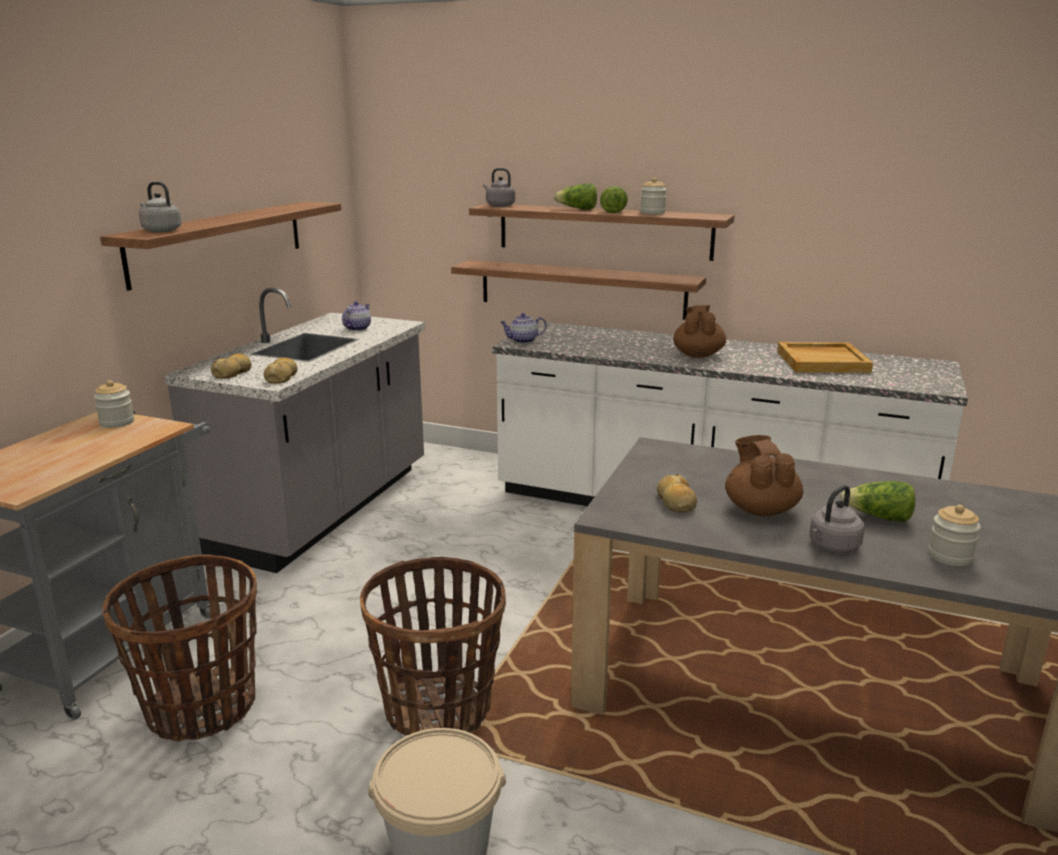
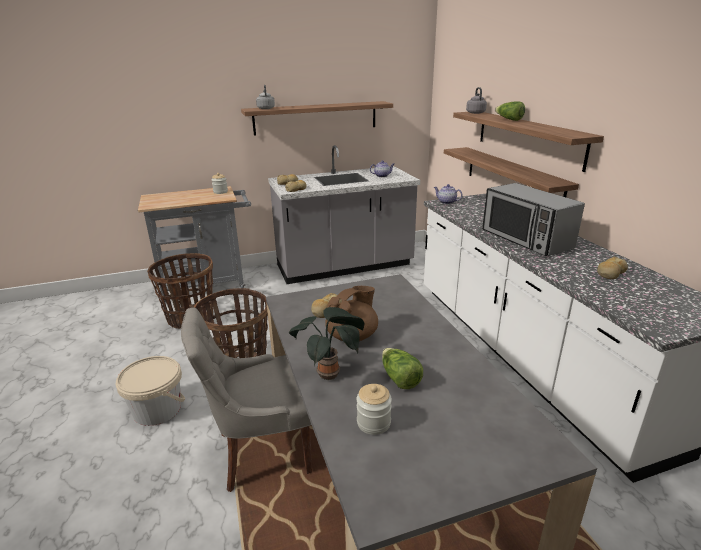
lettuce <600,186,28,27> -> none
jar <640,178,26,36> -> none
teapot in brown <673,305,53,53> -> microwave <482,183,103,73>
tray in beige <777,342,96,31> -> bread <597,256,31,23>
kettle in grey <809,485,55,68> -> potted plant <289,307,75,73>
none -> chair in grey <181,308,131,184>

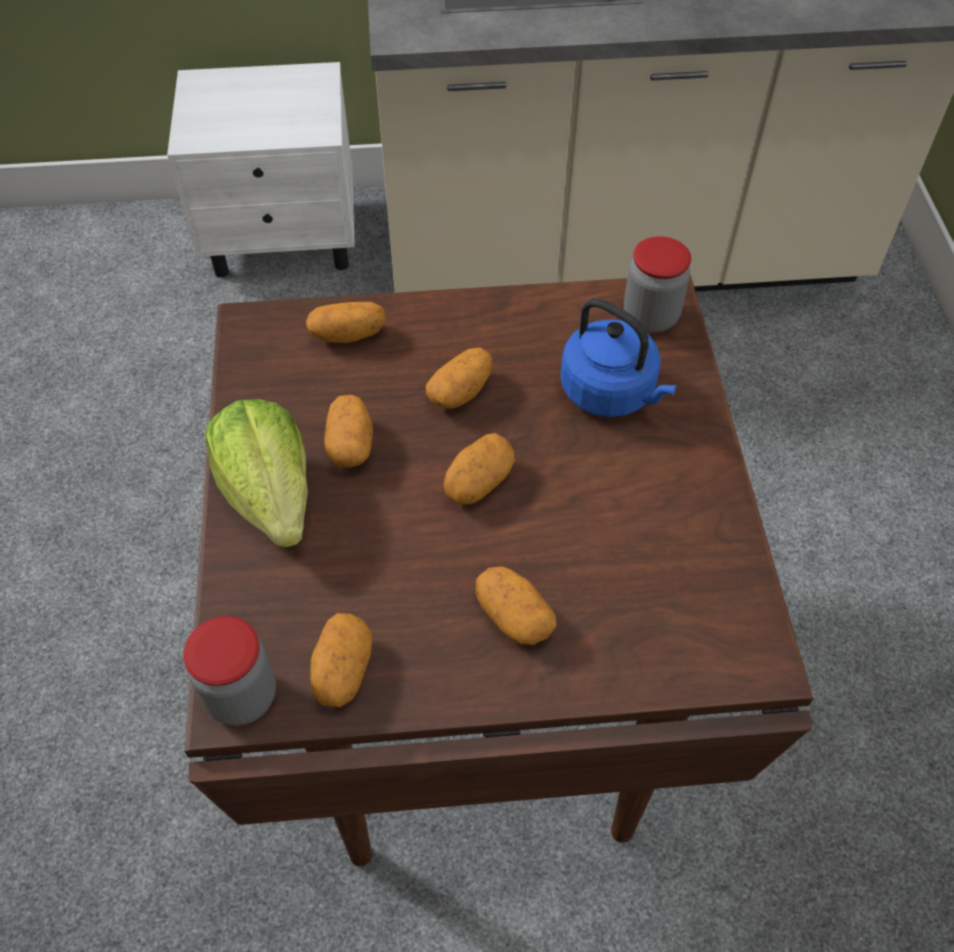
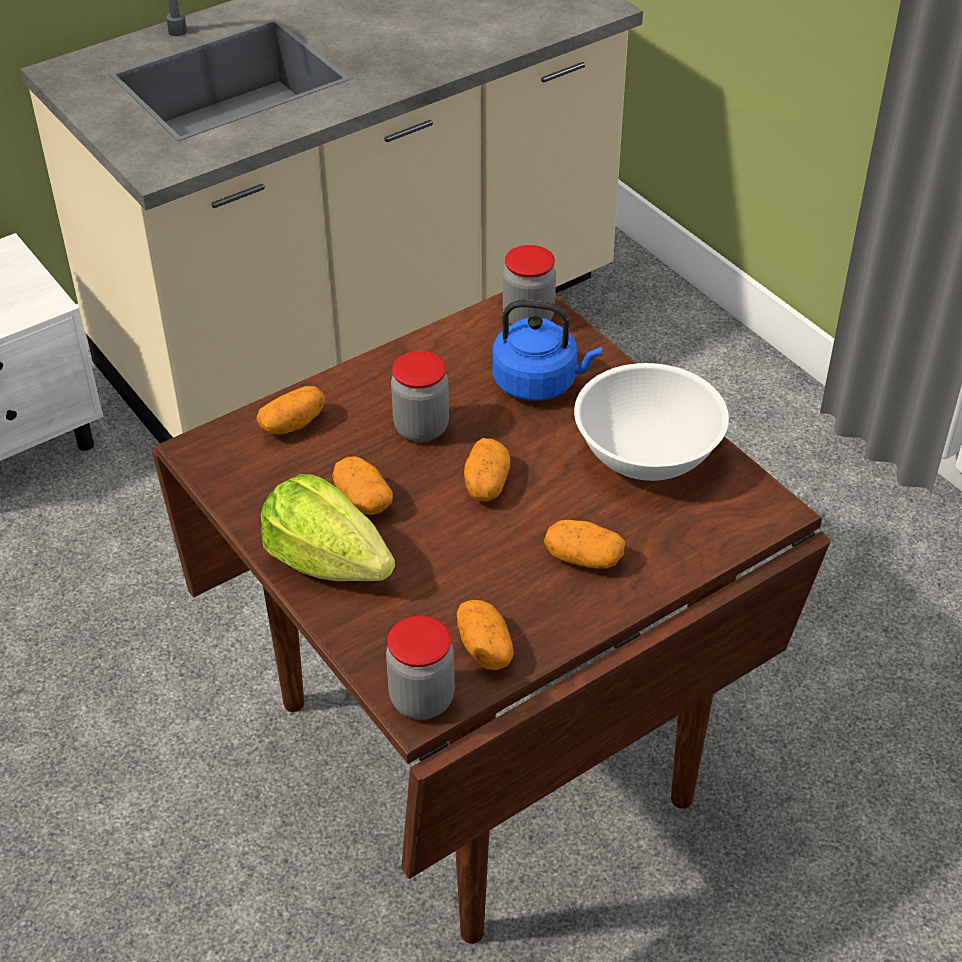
potato <426,347,67,62> -> jar <391,351,58,91>
none -> bowl in white <574,363,155,118>

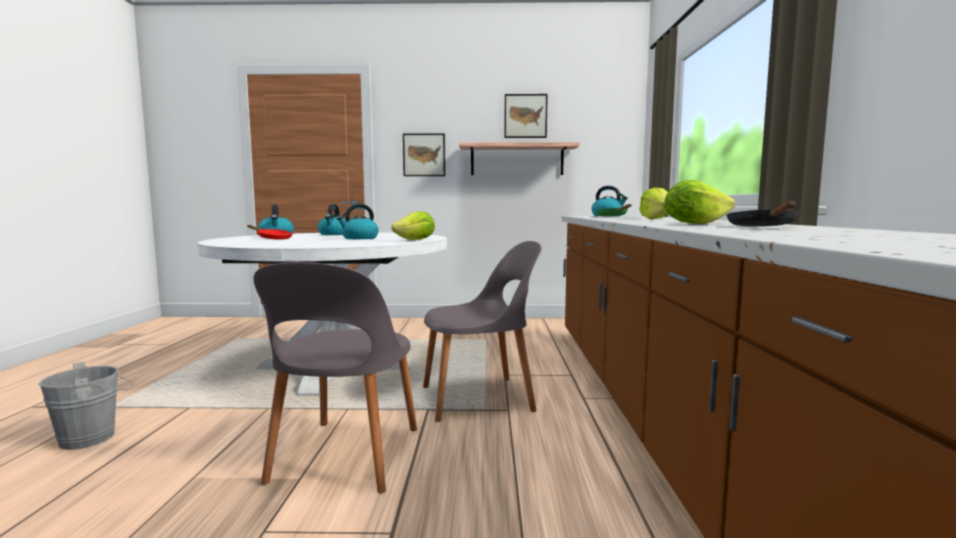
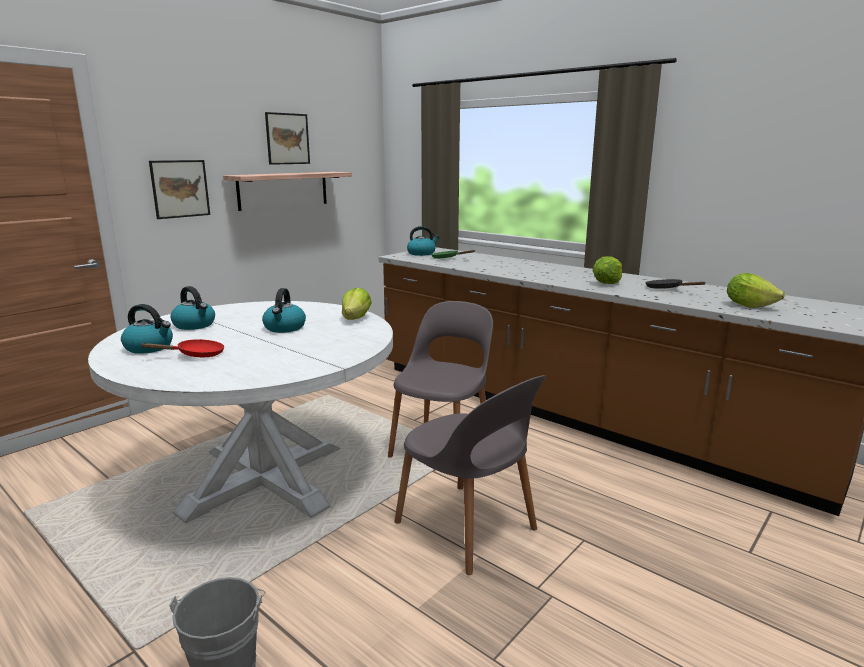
lettuce <639,187,29,32> -> lettuce <727,273,58,35>, move

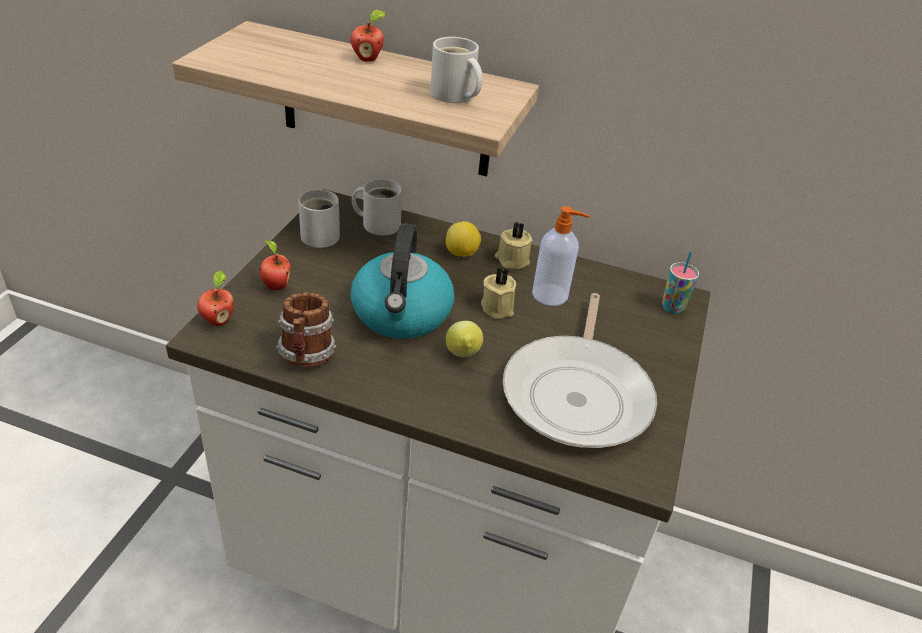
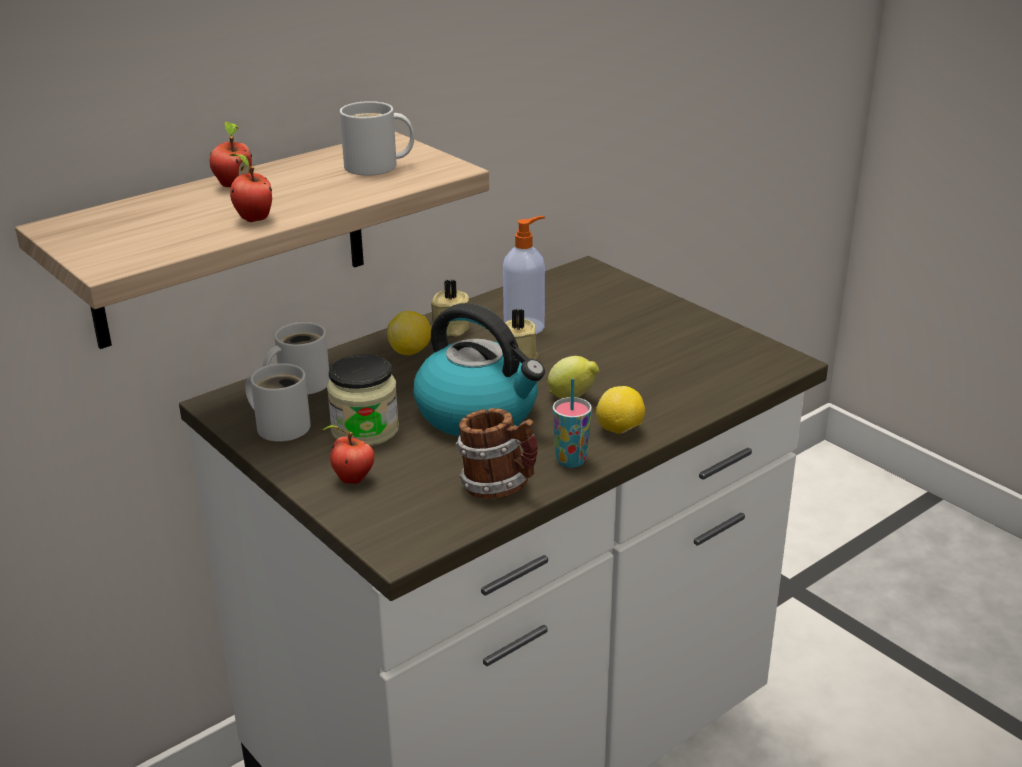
apple <197,271,37,55> -> apple <230,154,42,68>, move
frying pan <503,293,154,155> -> none
cup <662,251,37,63> -> cup <553,379,39,89>, move
none -> jar <327,354,72,92>
none -> lemon <596,386,49,48>

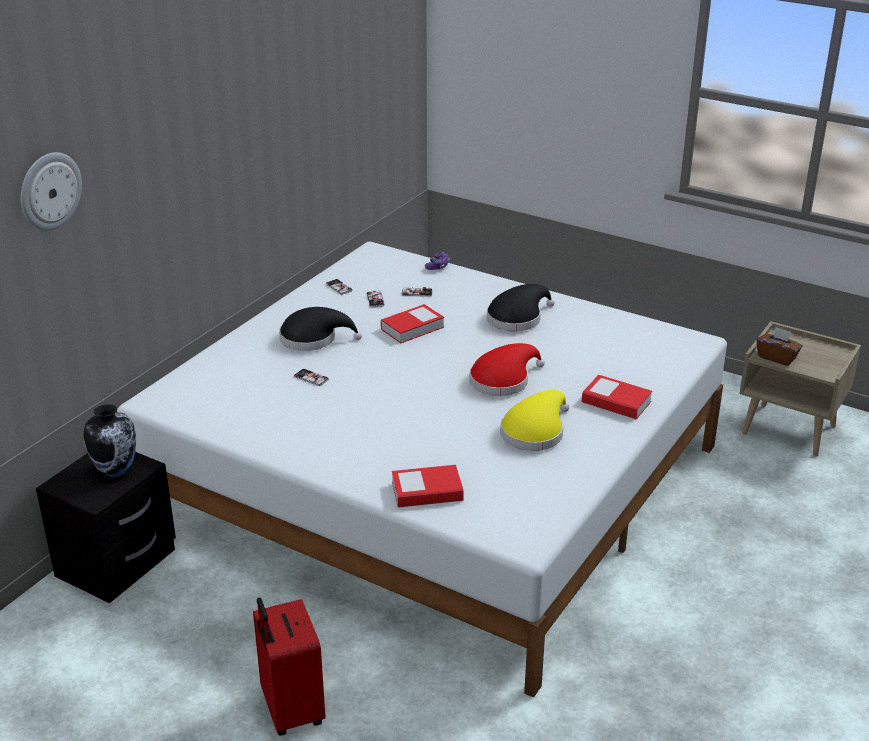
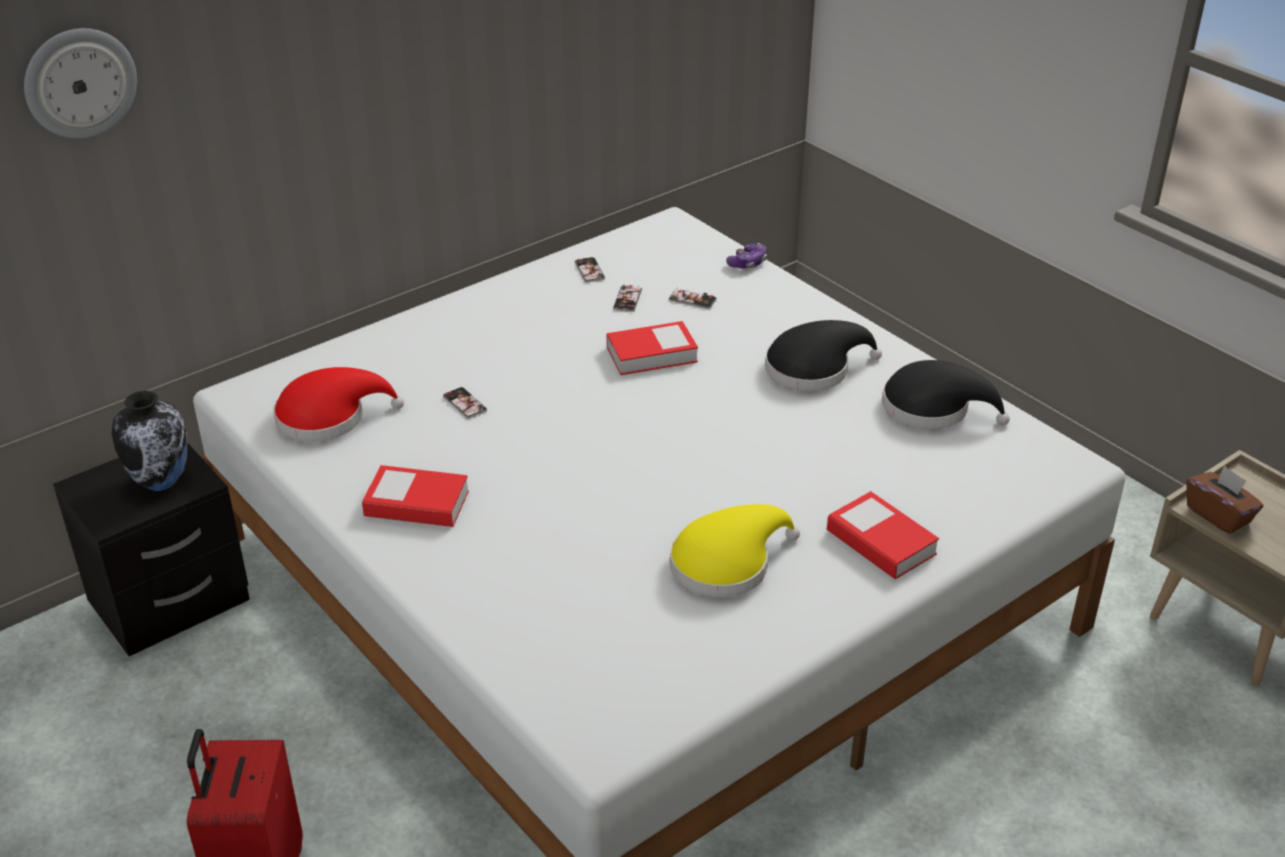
hat in black <279,307,83,44> -> hat in black <882,360,128,69>, move
book <392,465,72,43> -> book <362,465,107,62>, move
hat in red <469,343,76,53> -> hat in red <273,367,131,75>, move

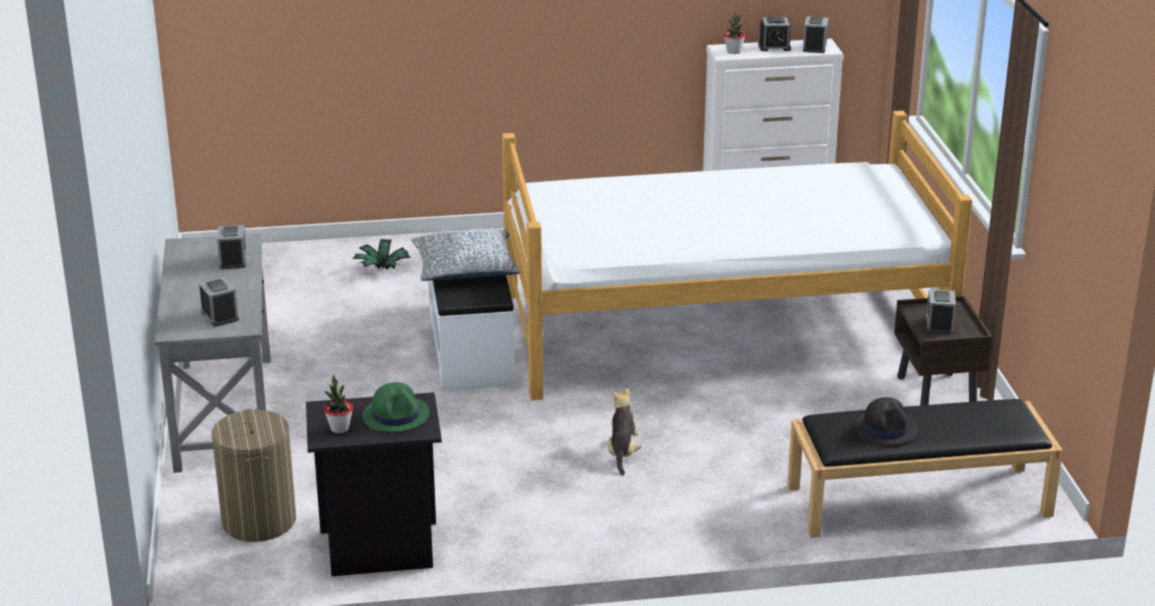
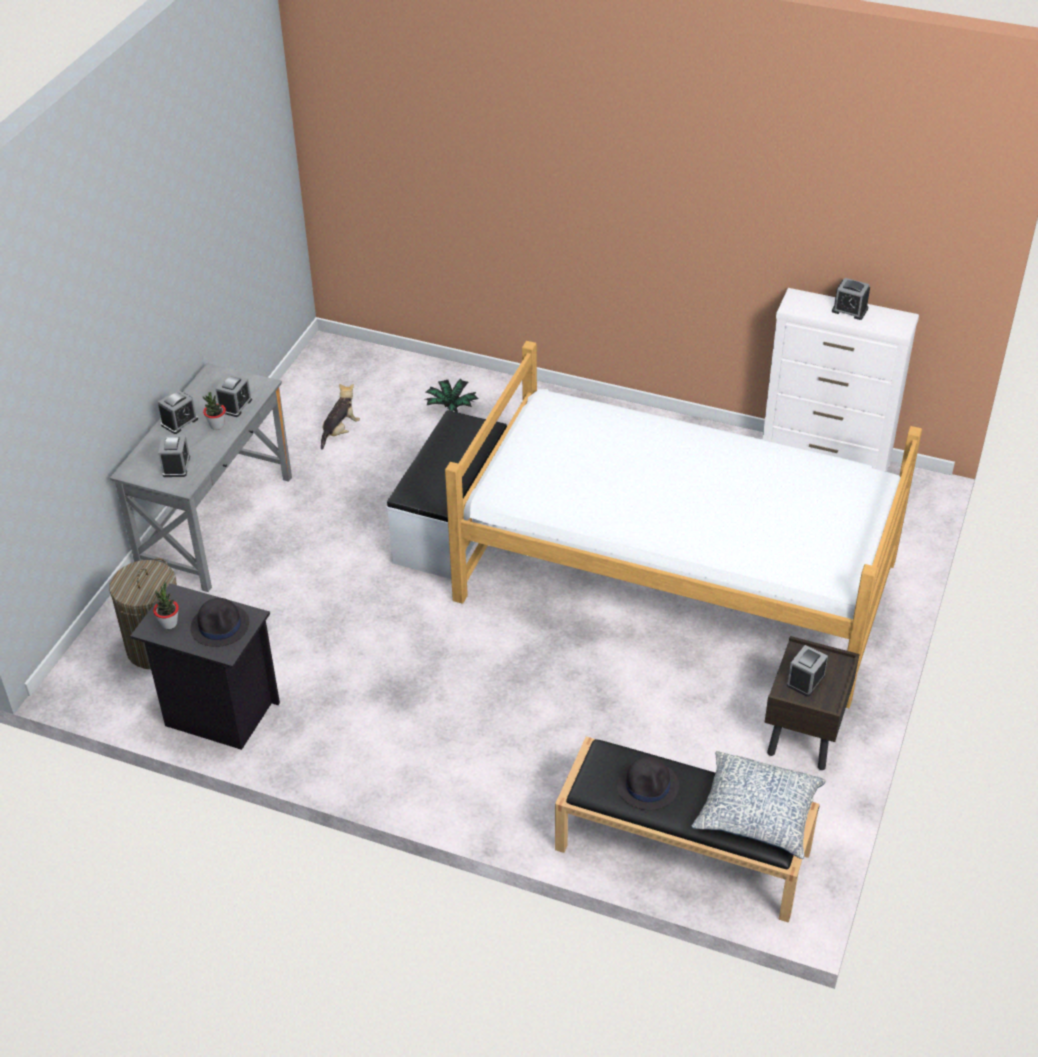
hat in green <362,382,67,50> -> hat in black <190,598,59,49>
pillow <411,230,110,51> -> pillow <692,751,134,108>, move
plush toy <607,388,35,88> -> plush toy <321,384,39,66>, move
potted plant <724,13,21,41> -> potted plant <202,392,24,38>, move
alarm clock <803,16,25,37> -> alarm clock <158,389,40,45>, move

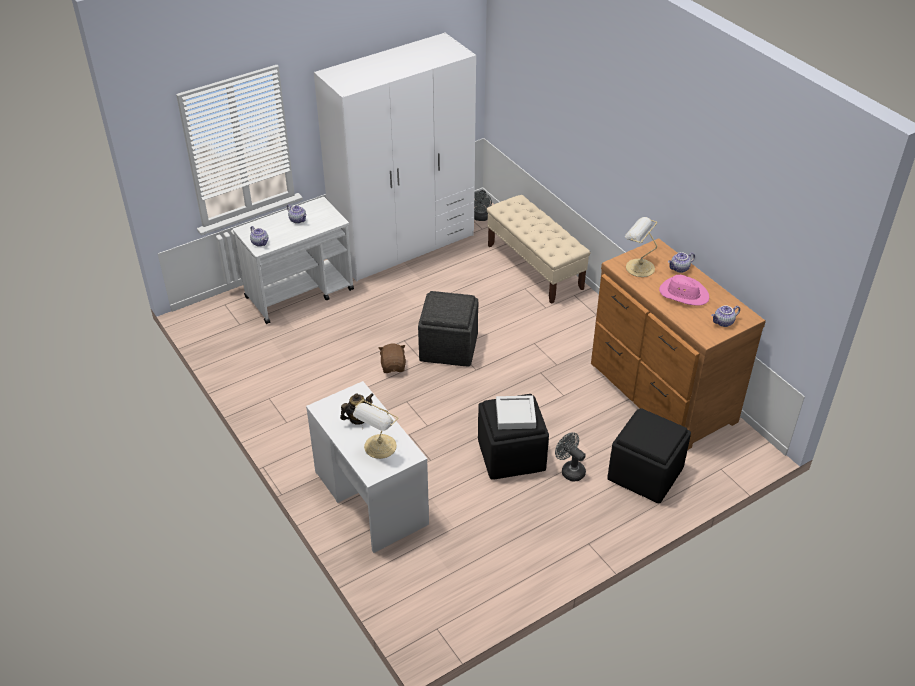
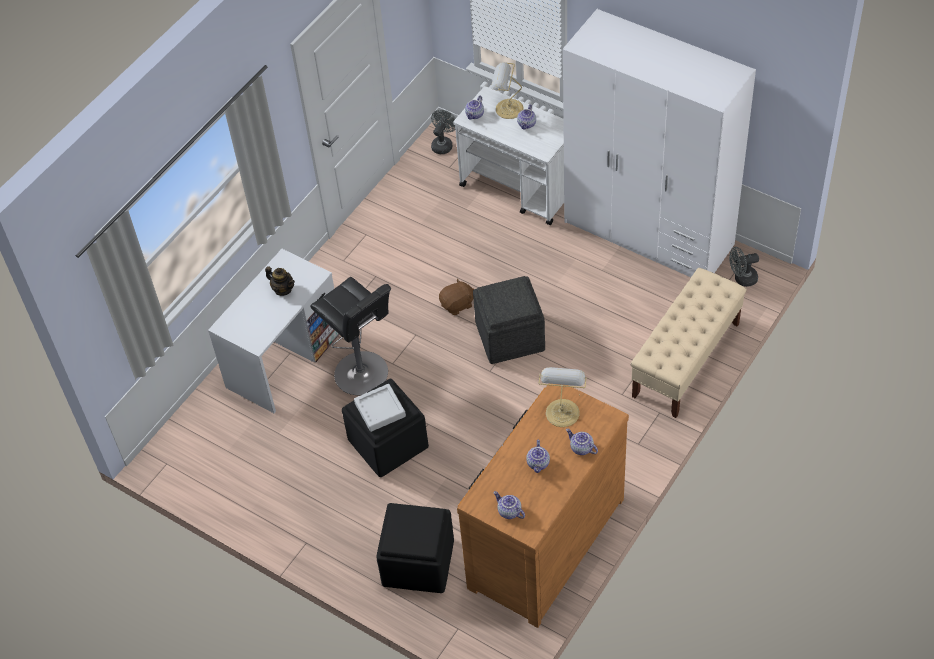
table lamp <353,400,45,59> -> table lamp <491,62,33,57>, move
fan in grey <555,432,31,50> -> fan in grey <431,110,25,44>, move
hat in pink <659,275,50,31> -> teapot <526,440,24,33>
none -> stool in black <310,277,81,118>

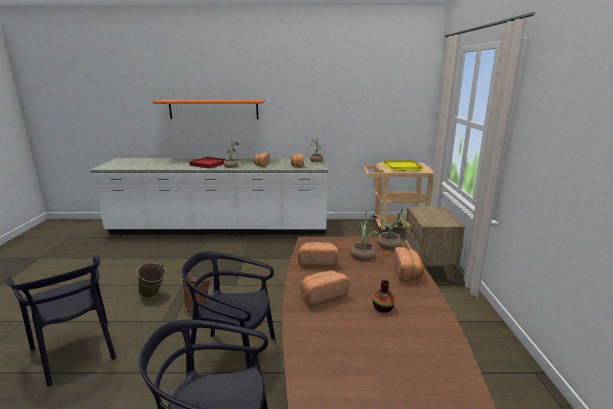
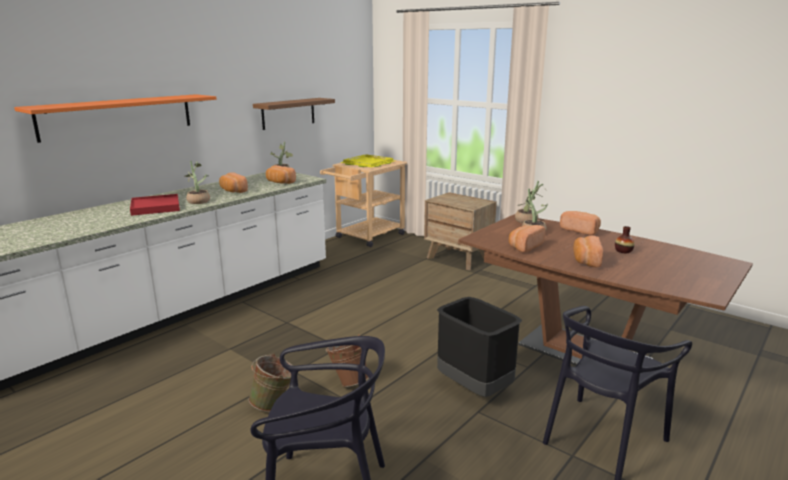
chair in black <182,252,94,117> -> trash can in black <437,297,85,100>
none -> shelf in brown <253,98,82,32>

